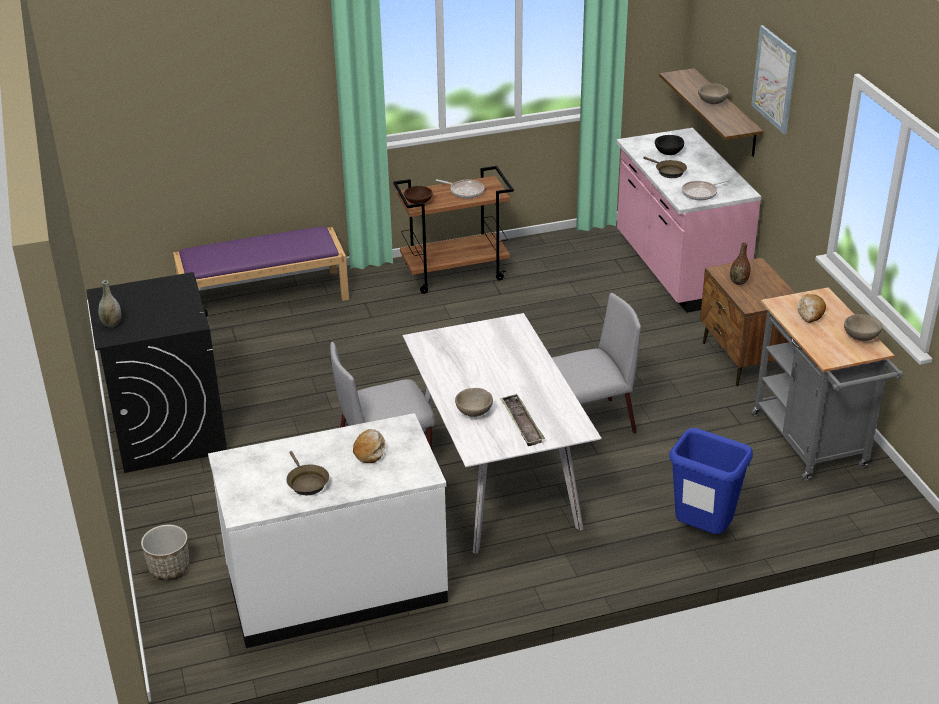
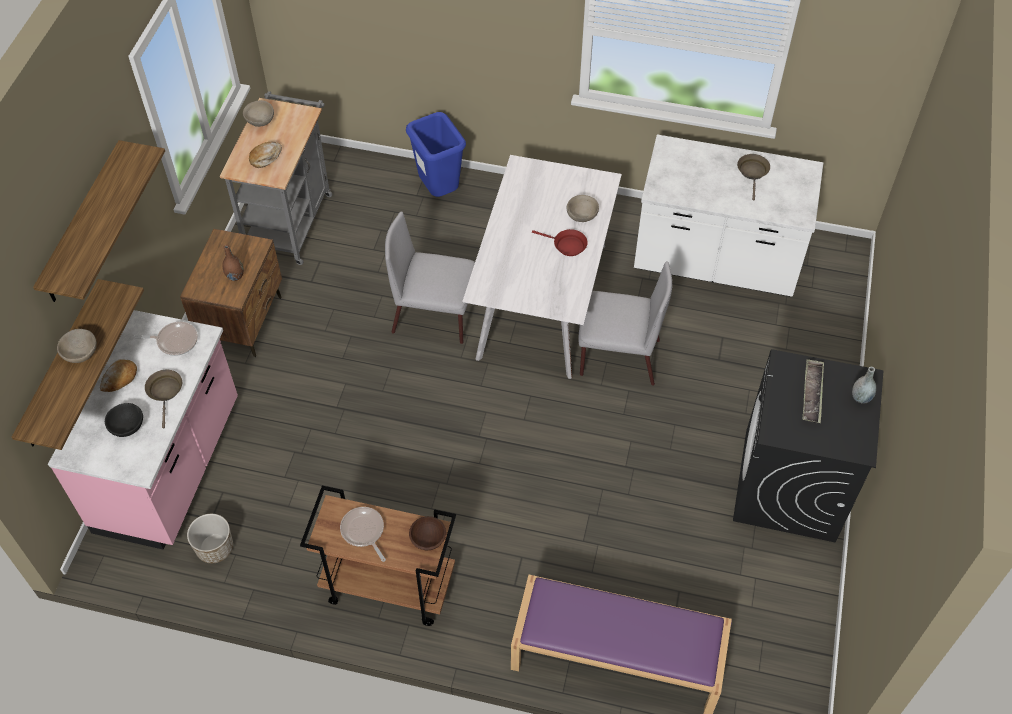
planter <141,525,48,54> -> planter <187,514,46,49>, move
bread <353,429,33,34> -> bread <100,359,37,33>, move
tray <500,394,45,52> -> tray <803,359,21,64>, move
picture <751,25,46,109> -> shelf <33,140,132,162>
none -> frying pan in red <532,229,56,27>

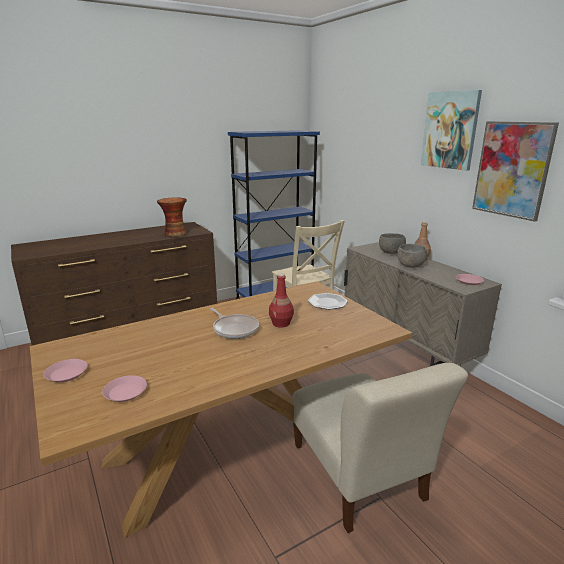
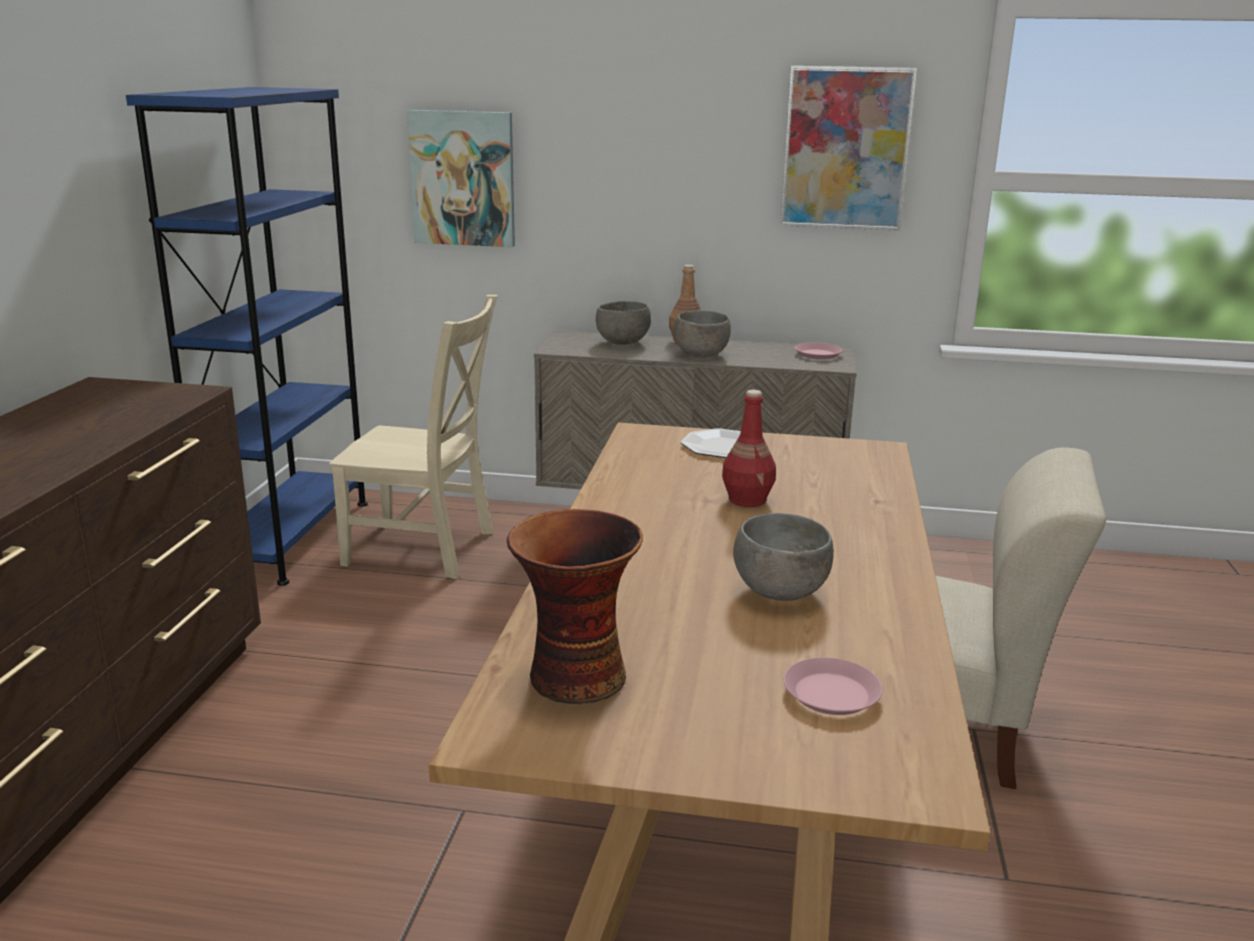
plate in pink <44,359,43,23> -> none
vase <157,197,30,40> -> vase <507,509,136,196>, move
frying pan <210,308,49,31> -> none
picture <421,90,61,81> -> picture <407,110,108,137>, move
none -> bowl in grey <733,513,101,88>

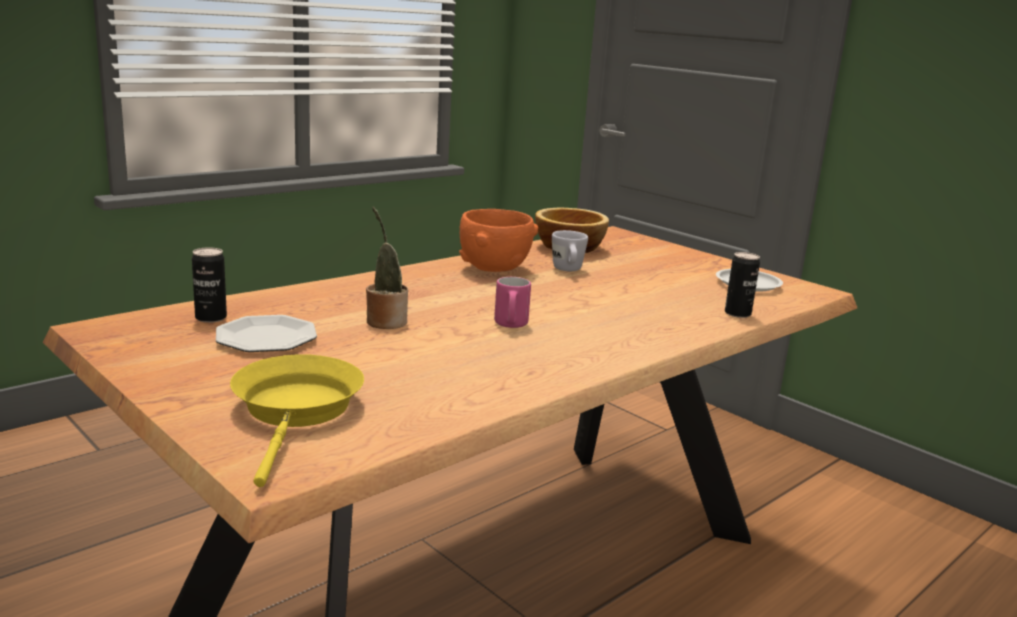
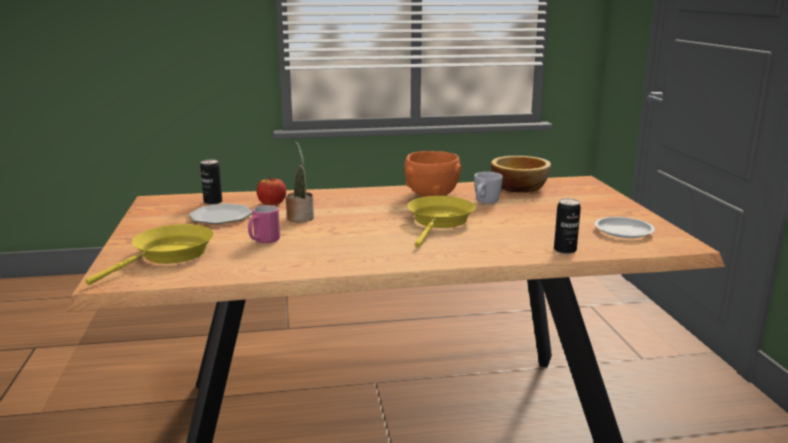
mug in pink <494,277,37,51> -> mug in pink <248,205,32,38>, move
none -> apple <257,177,29,28>
none -> frying pan in yellow <407,196,69,52>

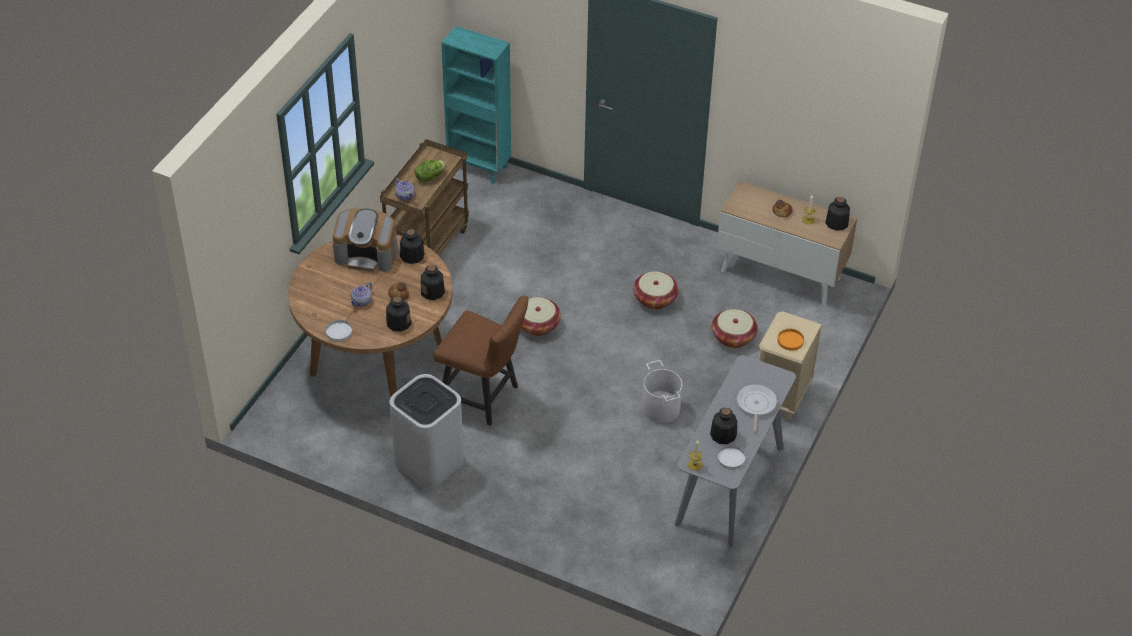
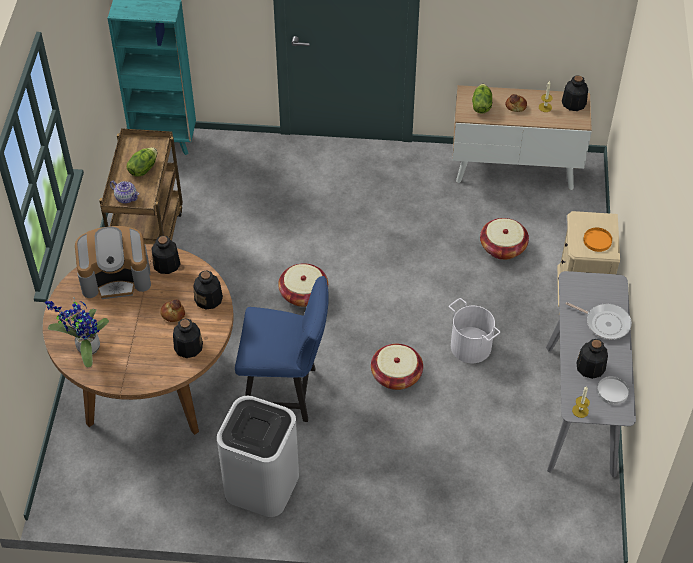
plate in white <326,320,26,22> -> none
teapot <350,282,22,25> -> none
chair in brown <433,296,96,130> -> chair in blue <235,276,94,146>
basket <633,271,46,38> -> basket <371,344,52,46>, move
frying pan <737,384,40,49> -> frying pan <566,302,66,37>, 135 degrees clockwise
none -> potted plant <45,297,64,70>
none -> lettuce <472,84,20,30>

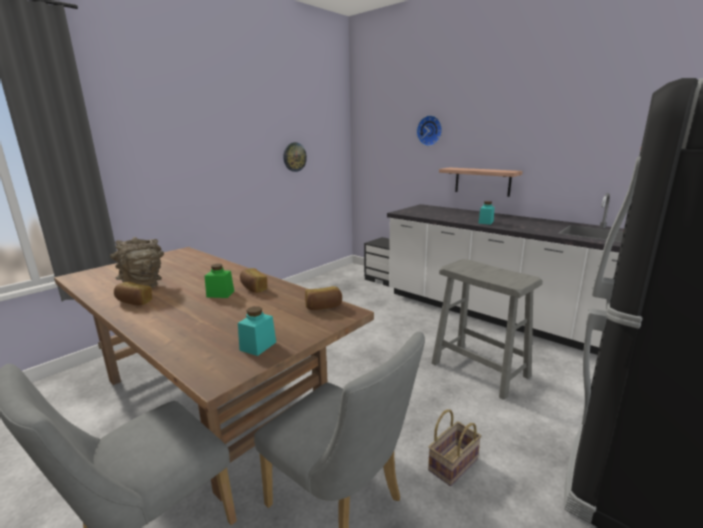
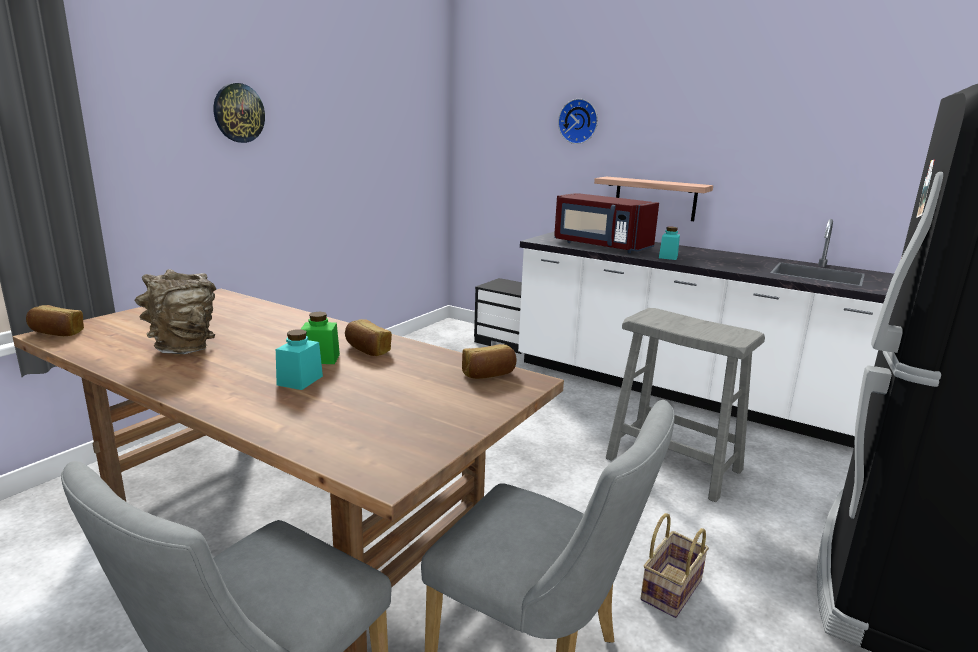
bread <114,281,38,24> -> bread <26,305,58,31>, move
jar in turquoise <238,306,38,50> -> jar in turquoise <276,329,47,61>, move
wall clock <283,142,24,30> -> wall clock <214,83,51,60>, move
none -> microwave in red <554,193,105,60>

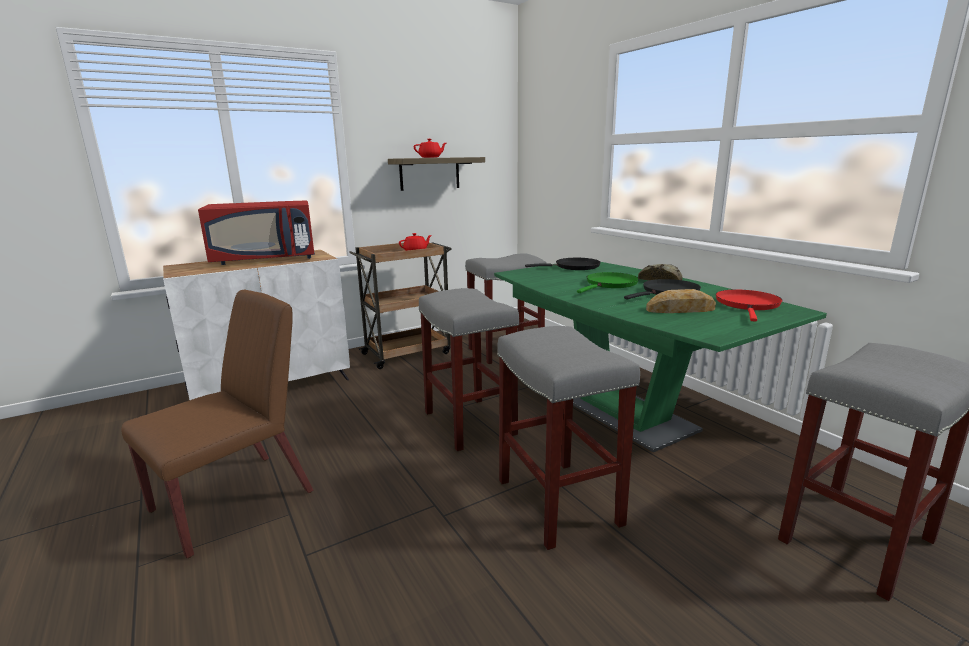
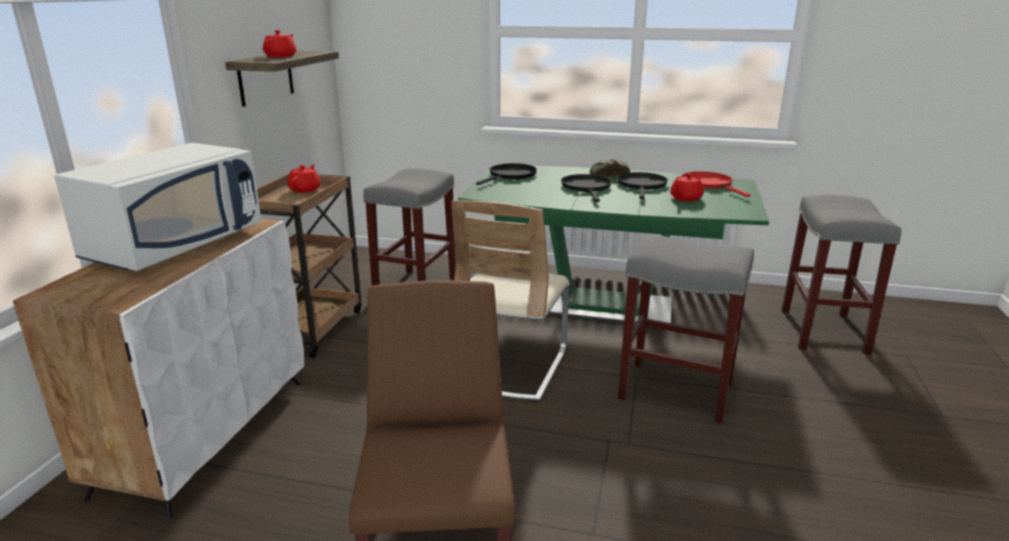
microwave in red <198,201,117,64> -> microwave in white <54,143,207,128>
stool in grey <419,288,100,163> -> chair in beige <451,200,118,202>
frying pan in green <577,272,62,21> -> frying pan in black <561,174,51,28>
bread <646,289,70,24> -> teapot in red <670,174,34,28>

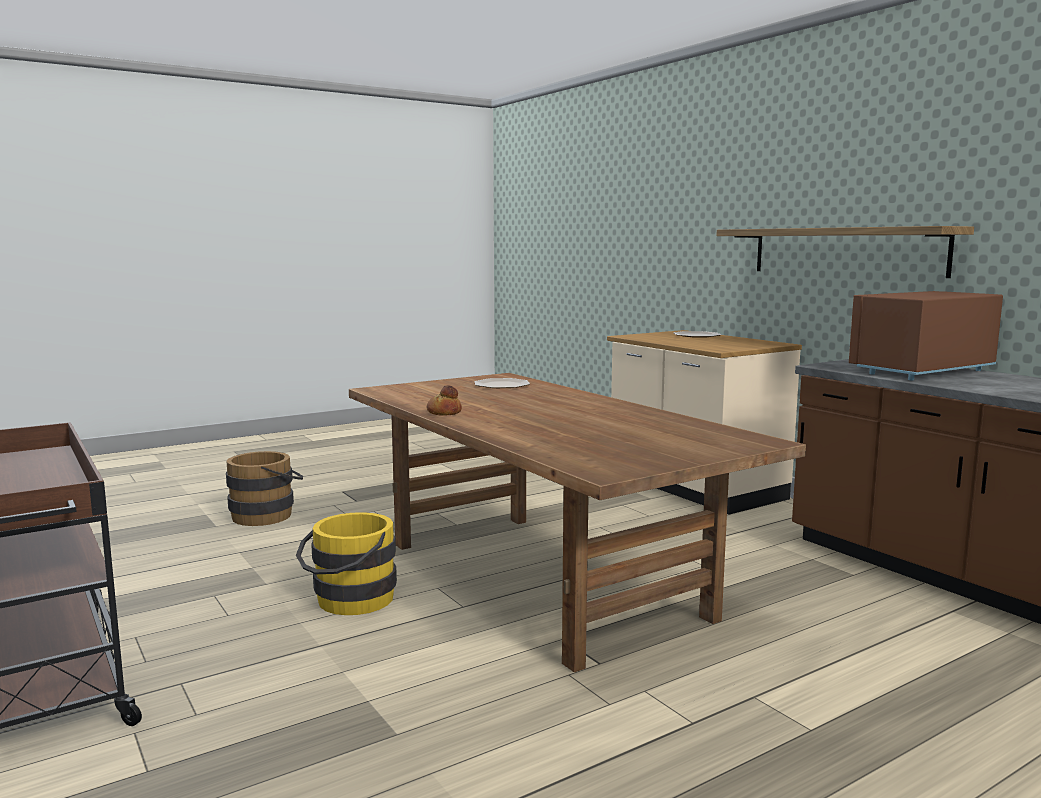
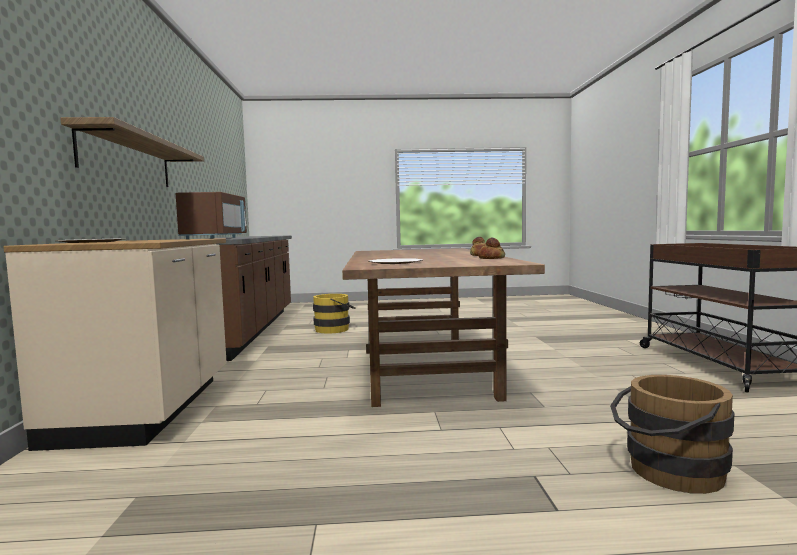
bucket in yellow <296,512,101,103> -> bucket in yellow <313,294,42,39>, move
microwave in brown <849,291,154,89> -> microwave in brown <176,192,71,47>, 90 degrees counterclockwise
none -> bread <478,238,27,21>

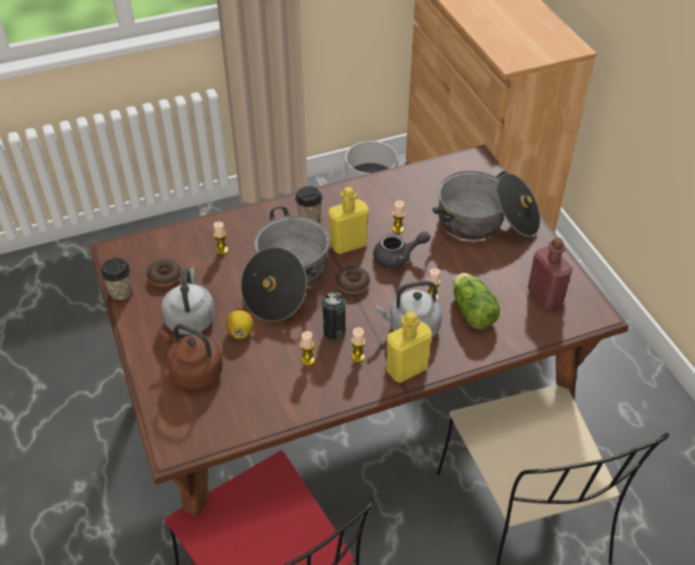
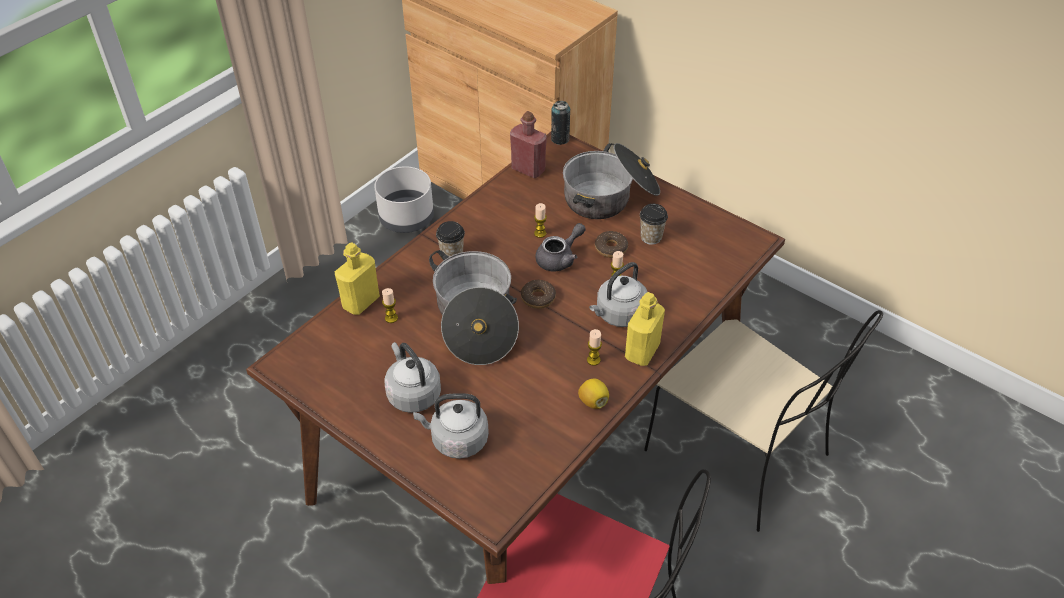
cup <101,258,31,42> -> cup <640,204,28,41>, move
donut <147,259,34,28> -> donut <595,231,33,27>, move
kettle in brown <160,324,63,65> -> kettle in grey <413,393,76,66>
lemon <226,310,27,29> -> lemon <578,379,31,30>, move
candle <300,331,15,35> -> none
can <323,291,23,49> -> can <551,101,20,44>, move
bottle in yellow <329,187,39,67> -> bottle in yellow <335,242,45,73>, move
lettuce <453,273,47,56> -> none
bottle in red <528,237,45,71> -> bottle in red <510,111,37,67>, move

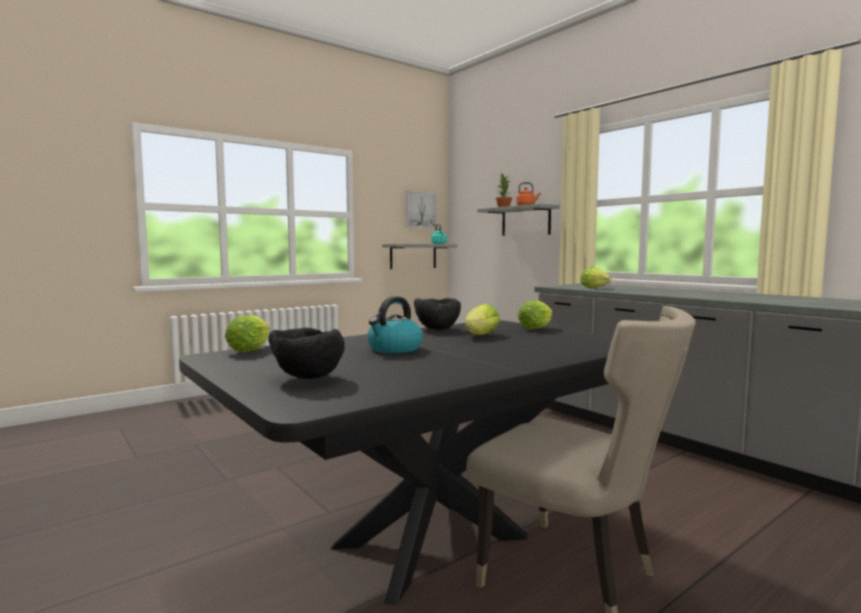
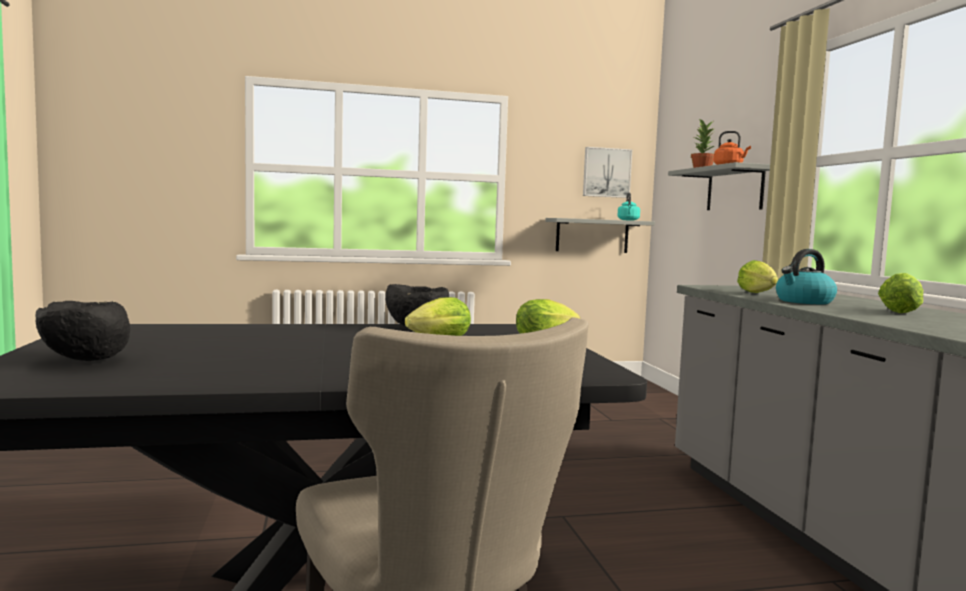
lettuce <225,314,45,39> -> lettuce <878,273,45,40>, move
kettle <367,296,56,57> -> kettle <776,249,61,55>, move

